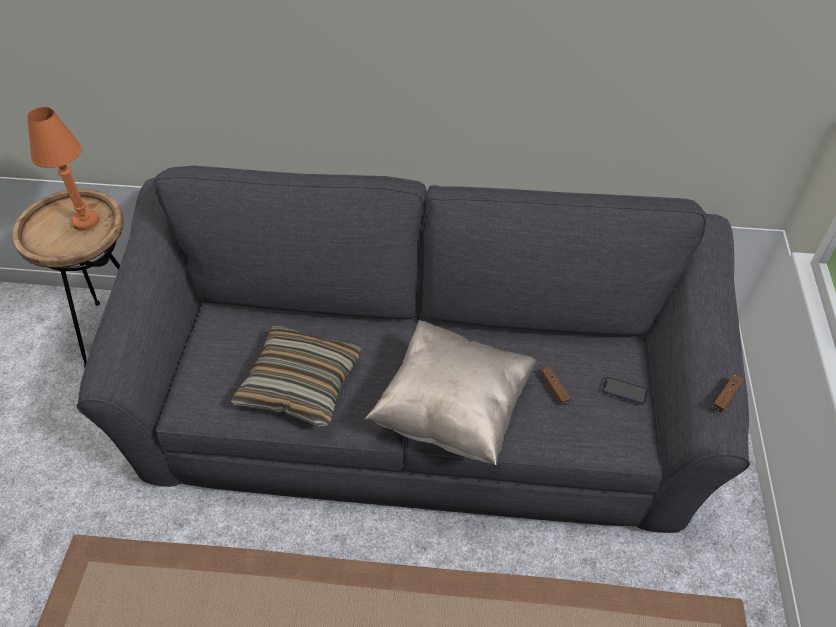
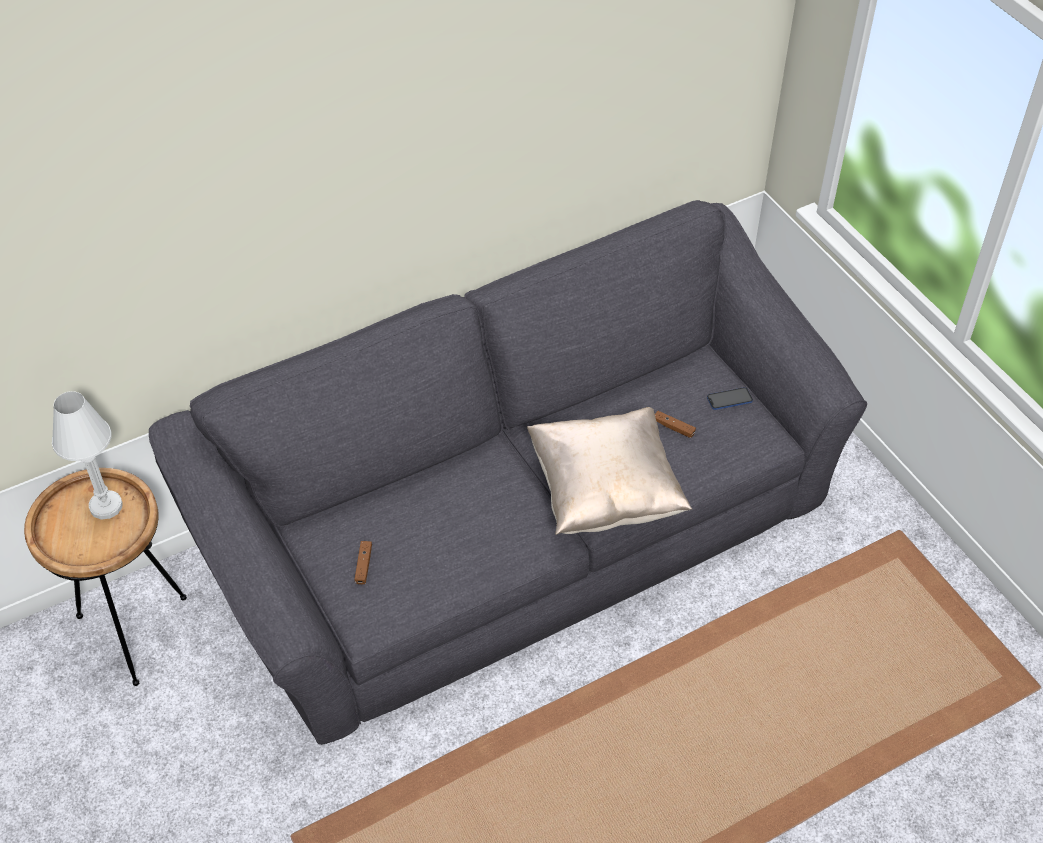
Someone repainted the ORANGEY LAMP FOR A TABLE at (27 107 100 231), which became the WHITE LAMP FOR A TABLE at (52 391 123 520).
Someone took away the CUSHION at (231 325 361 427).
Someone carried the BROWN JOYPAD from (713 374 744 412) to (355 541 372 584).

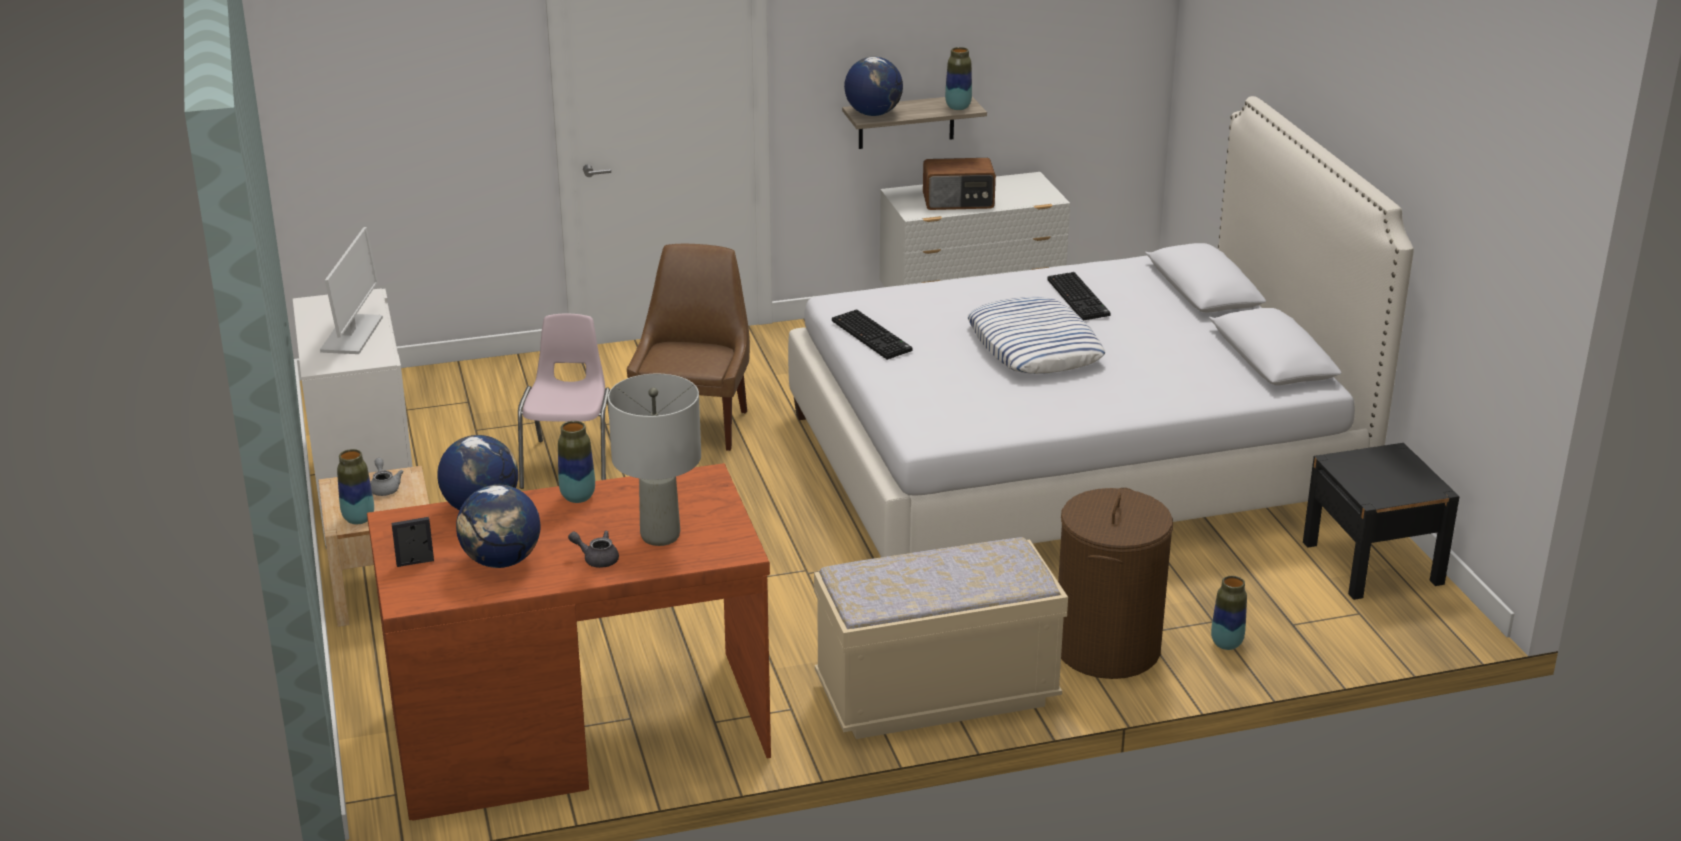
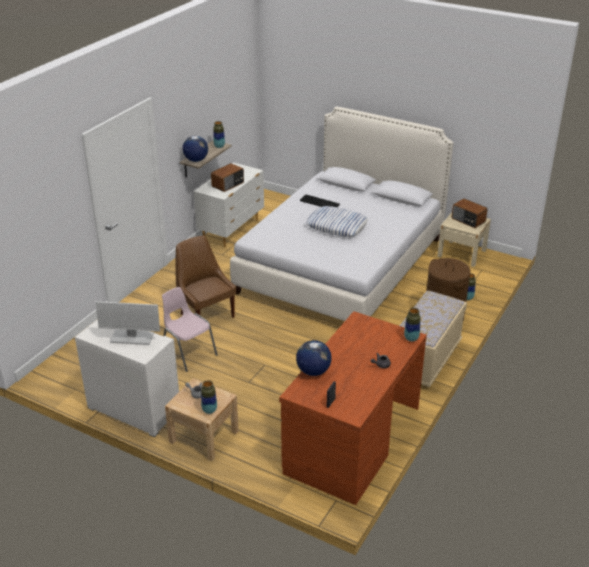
Someone rotated the MONITOR at (320 227 383 354) by 135 degrees clockwise.
Someone took away the KEYBOARD at (832 309 913 360).
Someone took away the GREY LAMP FOR A TABLE at (608 374 701 546).
Someone carried the DECORATIVE VASE from (558 421 595 503) to (404 308 421 342).
Someone repainted the BLACK BEDSIDE TABLE at (1303 443 1459 600), which became the BEIGE BEDSIDE TABLE at (437 212 491 267).
Someone took away the WORLD GLOBE at (456 485 541 568).
Someone put down the RADIO at (452 199 488 228).

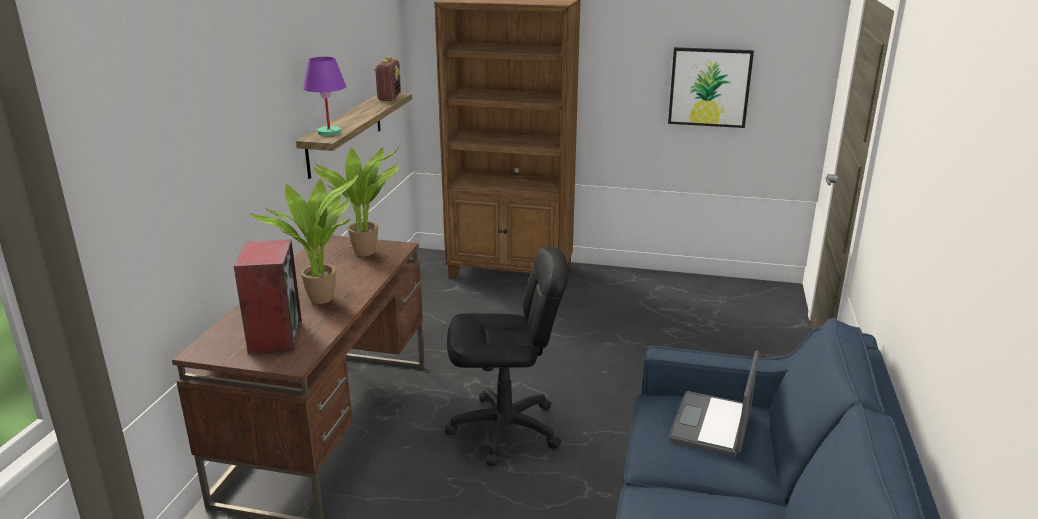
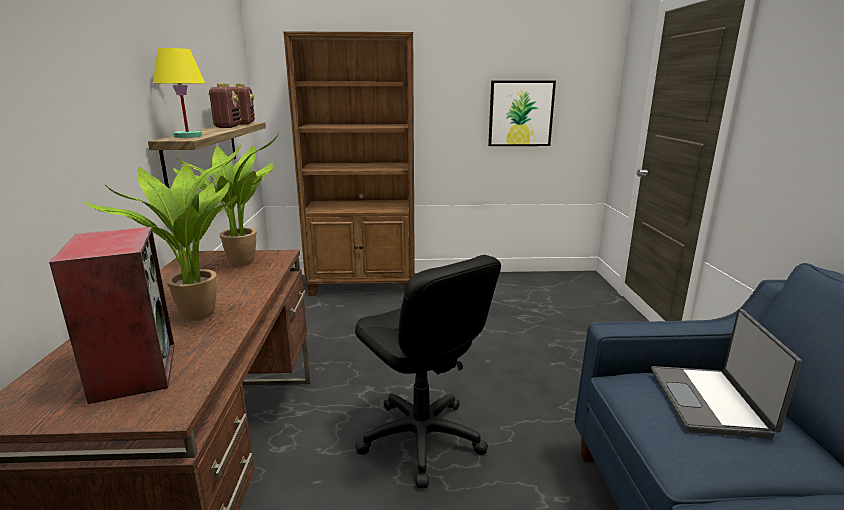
Someone repainted the PURPLISH LAMP FOR A TABLE at (303 57 346 136), which became the YELLOW LAMP FOR A TABLE at (153 48 205 138).
Someone rotated the BLACK OFFICE CHAIR at (445 247 568 466) by 75 degrees clockwise.
Someone put down the RADIO at (207 84 241 128).

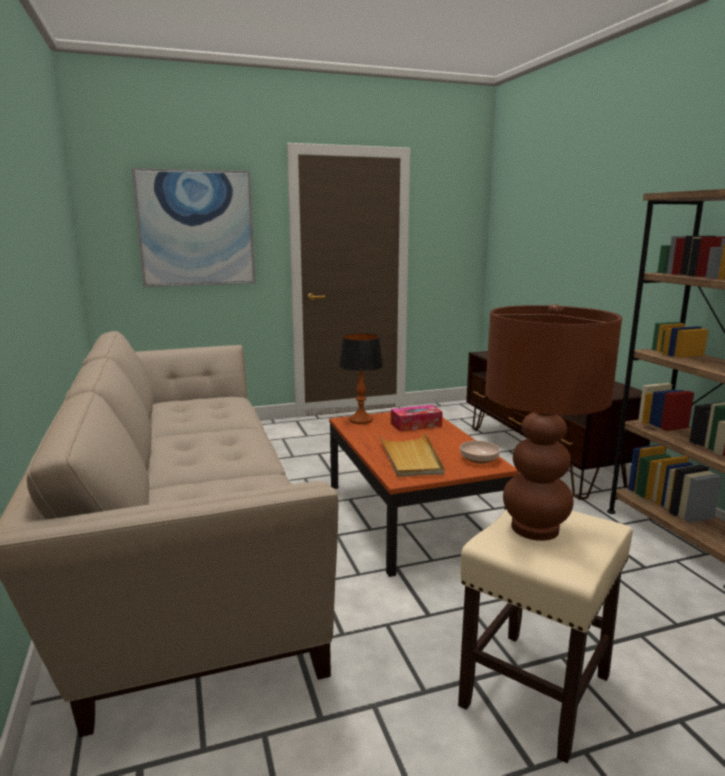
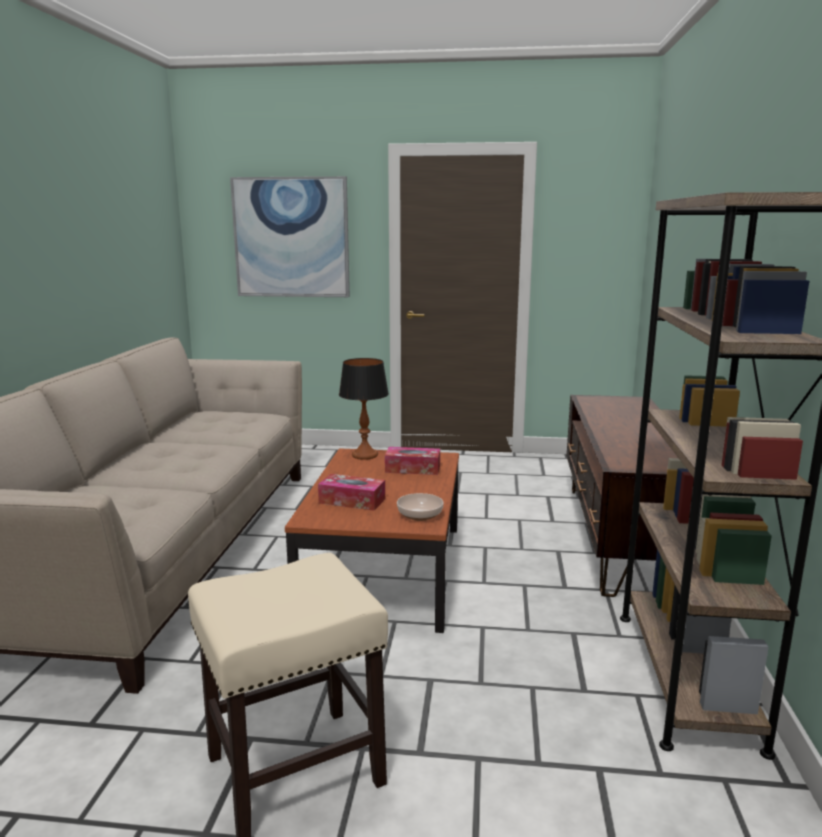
Someone took away the BROWN LAMP FOR A TABLE at (485 304 622 541).
Someone swapped the BEIGE SERVING TRAY at (379 433 444 477) for the TISSUE HOLDER at (318 474 385 511).

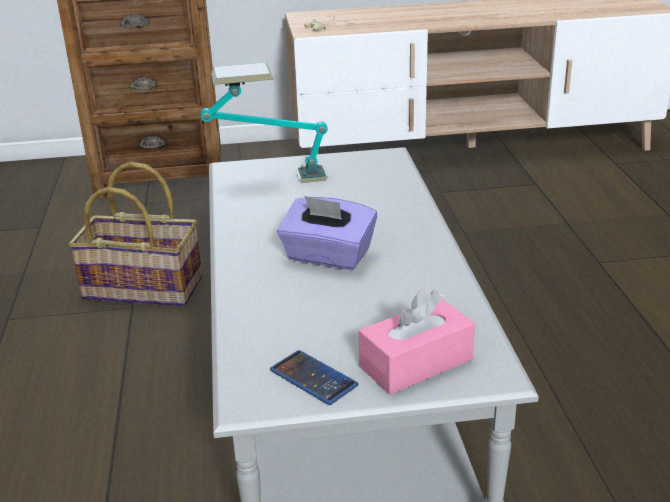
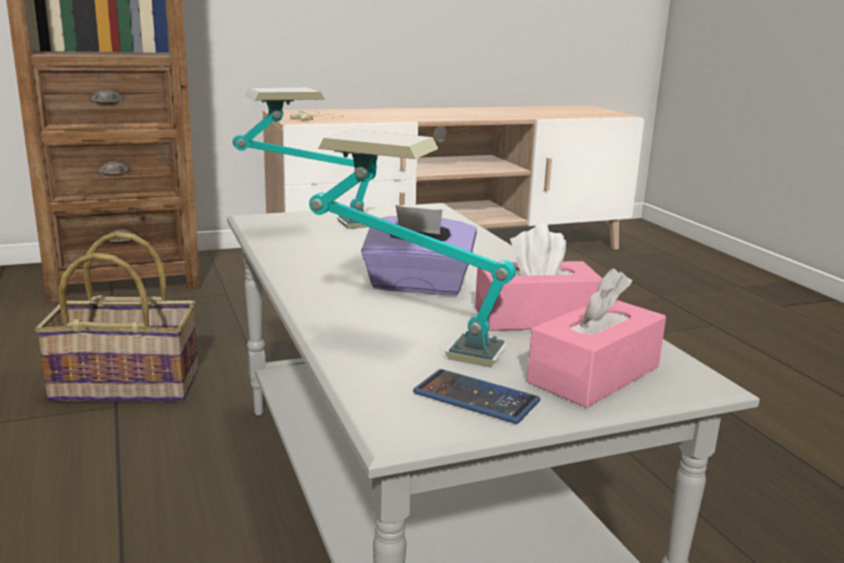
Someone put down the LAMP FOR A TABLE at (309 130 516 367).
Someone put down the PINKISH TISSUE HOLDER at (475 223 602 331).

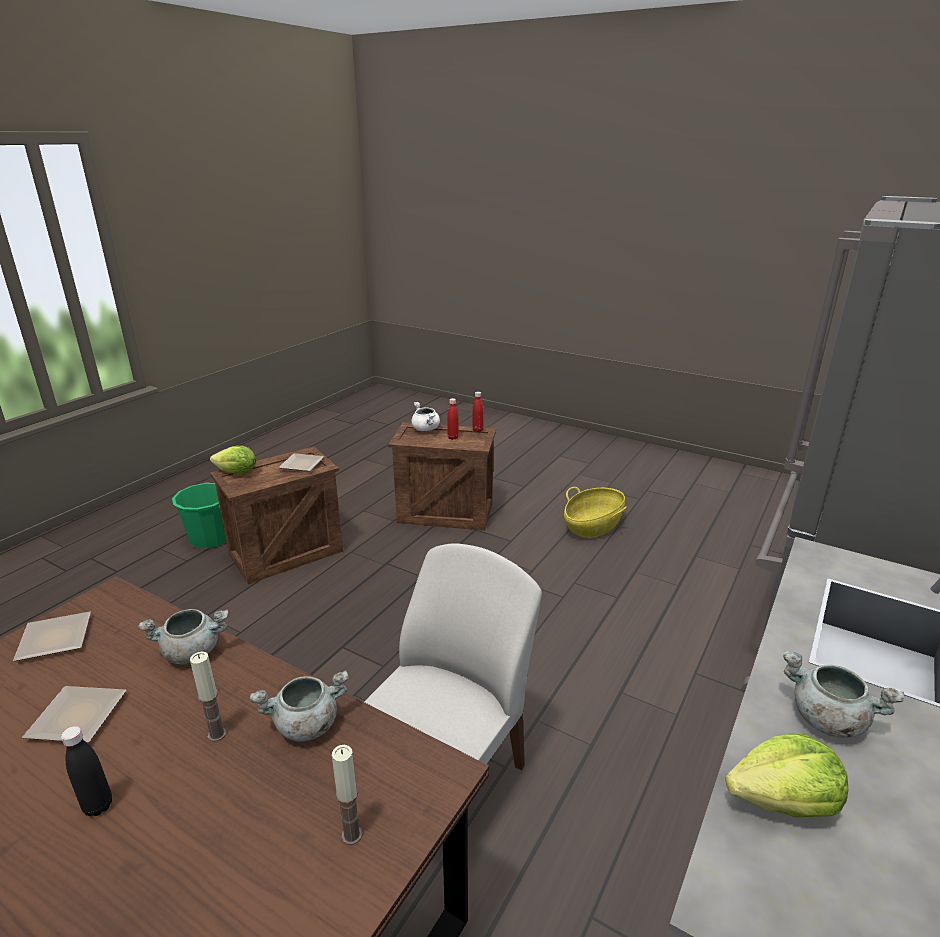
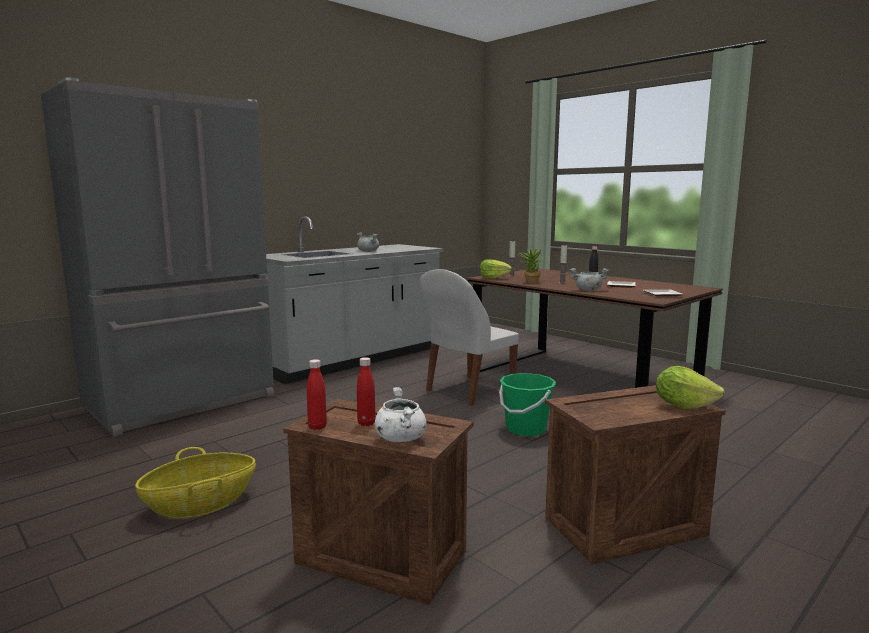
Someone took away the FLAT DISH at (279 453 324 471).
Someone carried the GREEN WATER BUCKET from (172 483 226 548) to (499 373 556 436).
Someone swapped the GREY COOKING POT at (250 670 349 742) for the HOUSEPLANT at (518 248 543 283).
Someone carried the LETTUCE HEAD from (725 733 848 817) to (480 259 512 279).

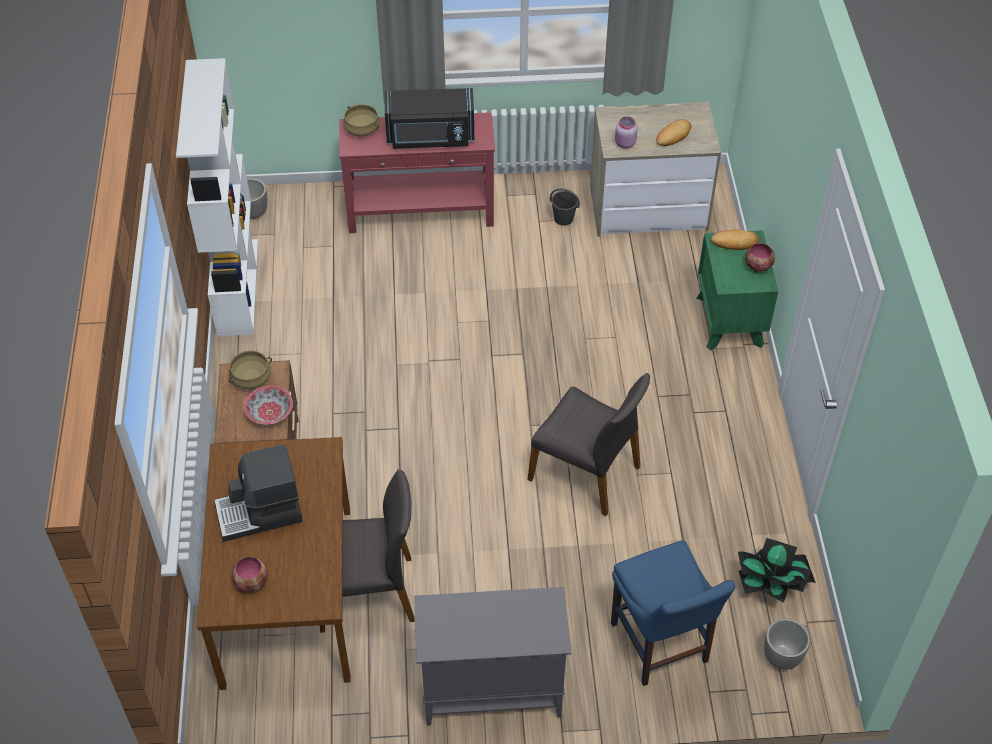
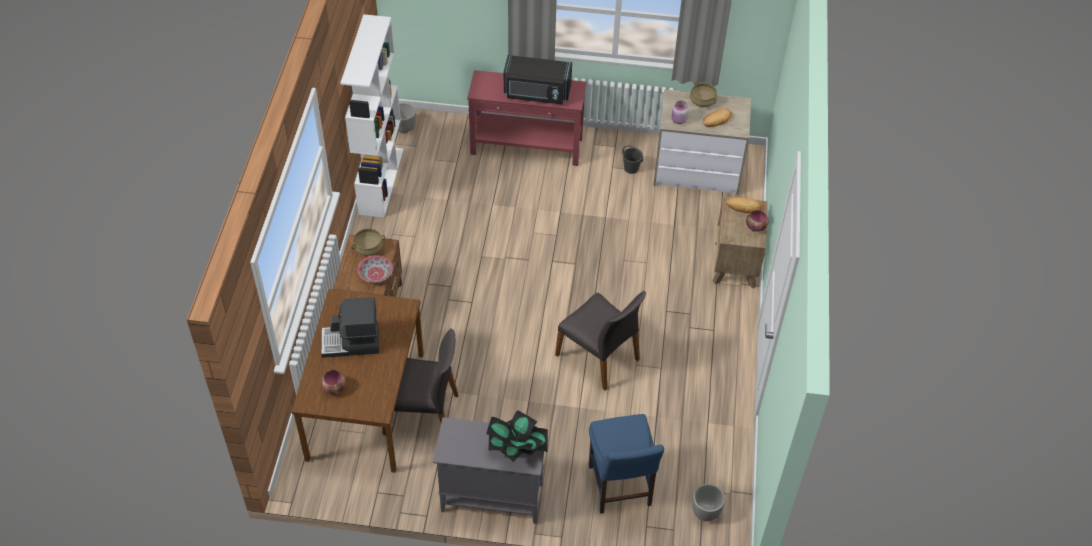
Someone carried the BEIGE COOKING POT from (343 104 380 136) to (690 83 717 107).
Someone repainted the GREEN BEDSIDE TABLE at (696 230 778 351), which became the BROWN BEDSIDE TABLE at (712 196 768 289).
Someone carried the HOUSEPLANT from (738 538 816 603) to (486 410 548 462).

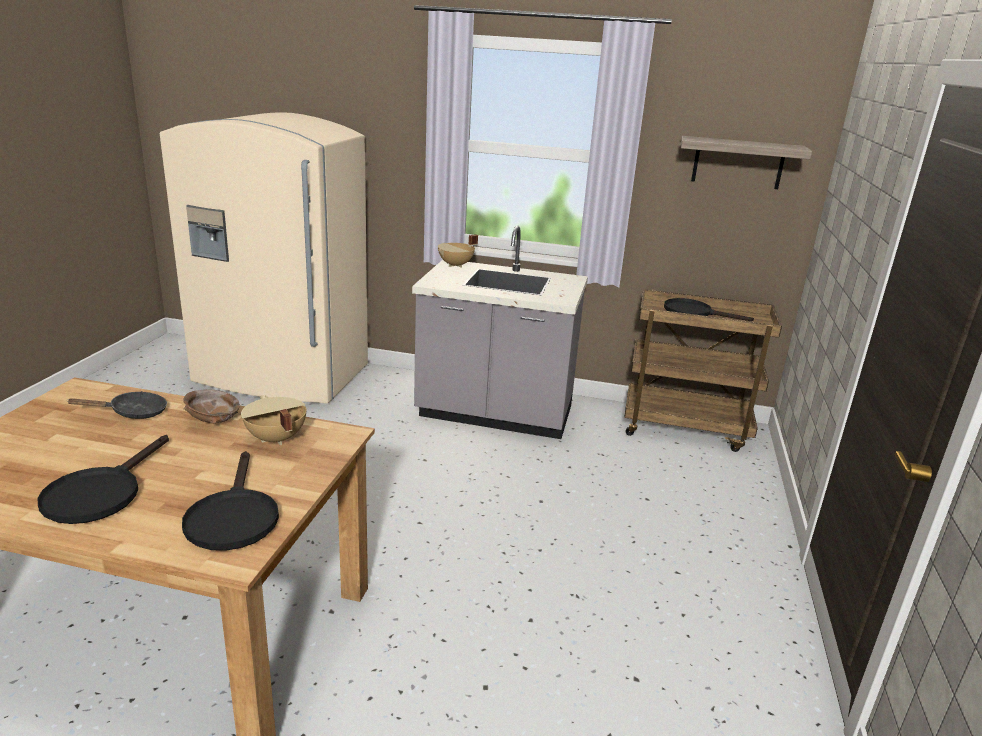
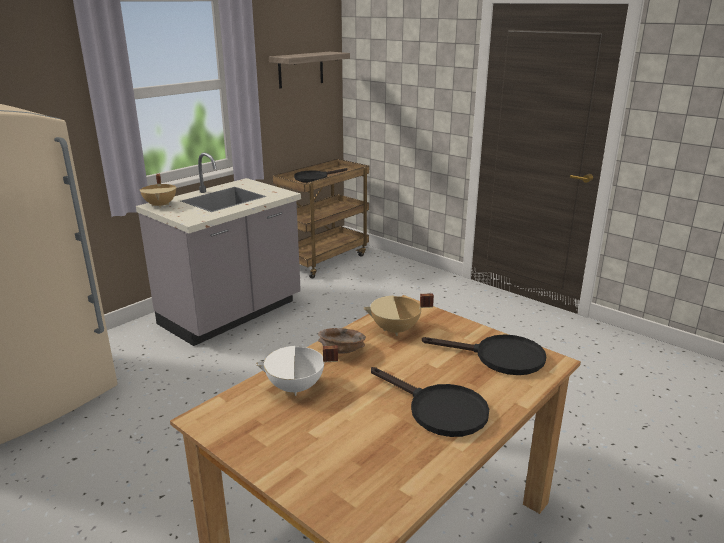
Someone swapped the BLACK SKILLET at (66 391 167 419) for the WHITE COOKING POT at (255 345 338 396).

